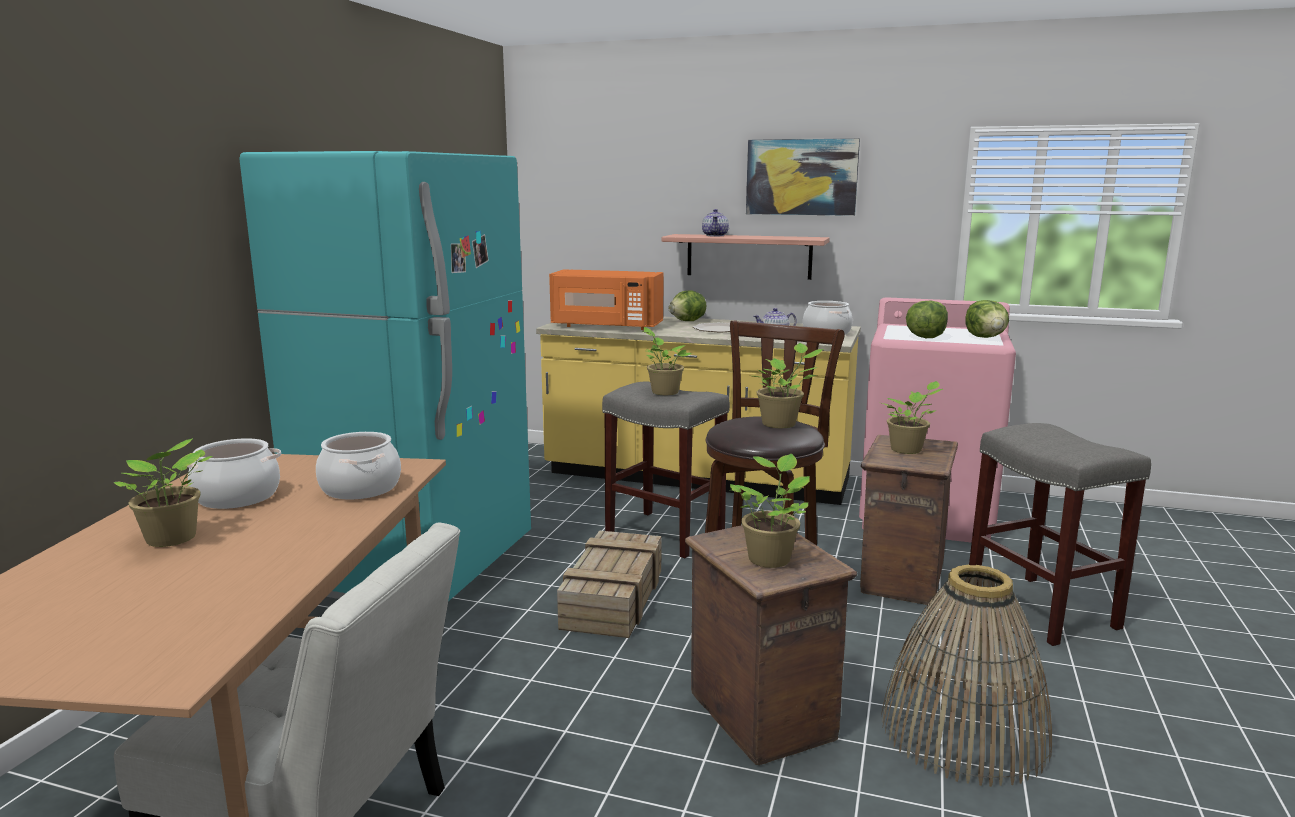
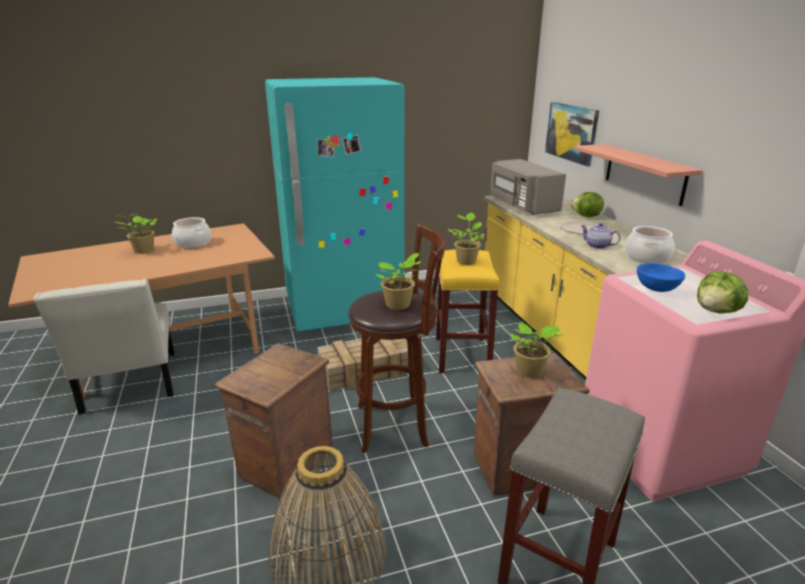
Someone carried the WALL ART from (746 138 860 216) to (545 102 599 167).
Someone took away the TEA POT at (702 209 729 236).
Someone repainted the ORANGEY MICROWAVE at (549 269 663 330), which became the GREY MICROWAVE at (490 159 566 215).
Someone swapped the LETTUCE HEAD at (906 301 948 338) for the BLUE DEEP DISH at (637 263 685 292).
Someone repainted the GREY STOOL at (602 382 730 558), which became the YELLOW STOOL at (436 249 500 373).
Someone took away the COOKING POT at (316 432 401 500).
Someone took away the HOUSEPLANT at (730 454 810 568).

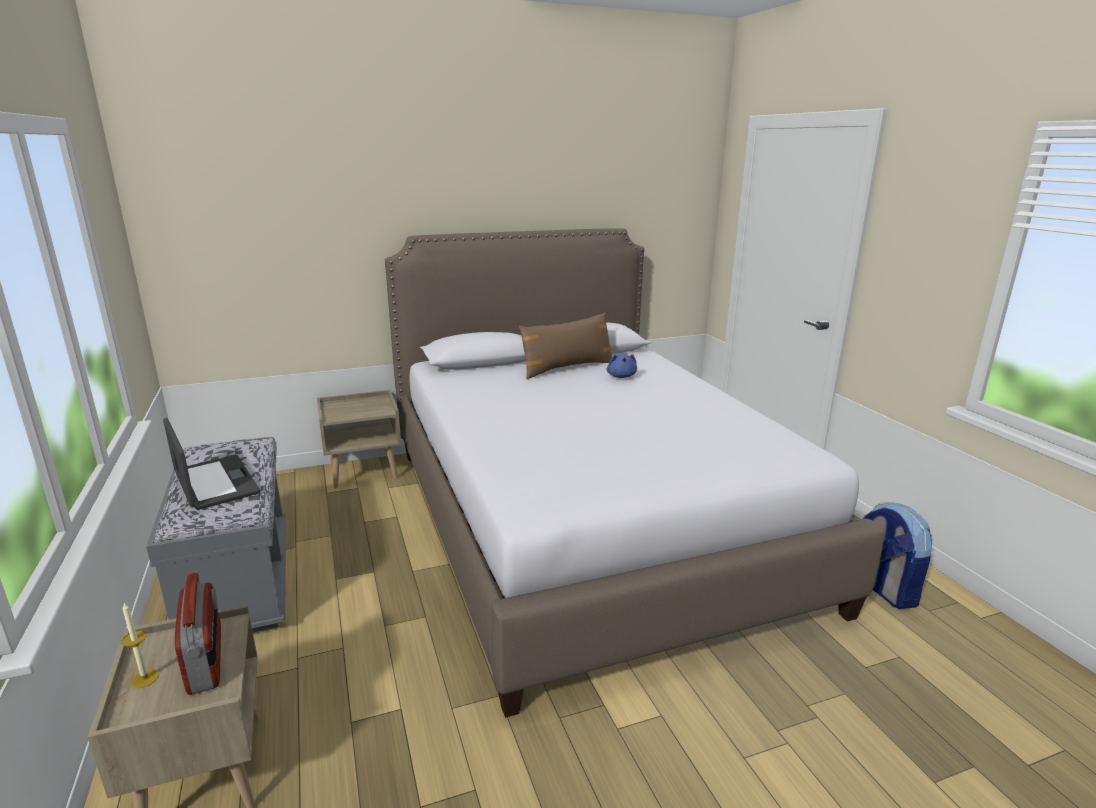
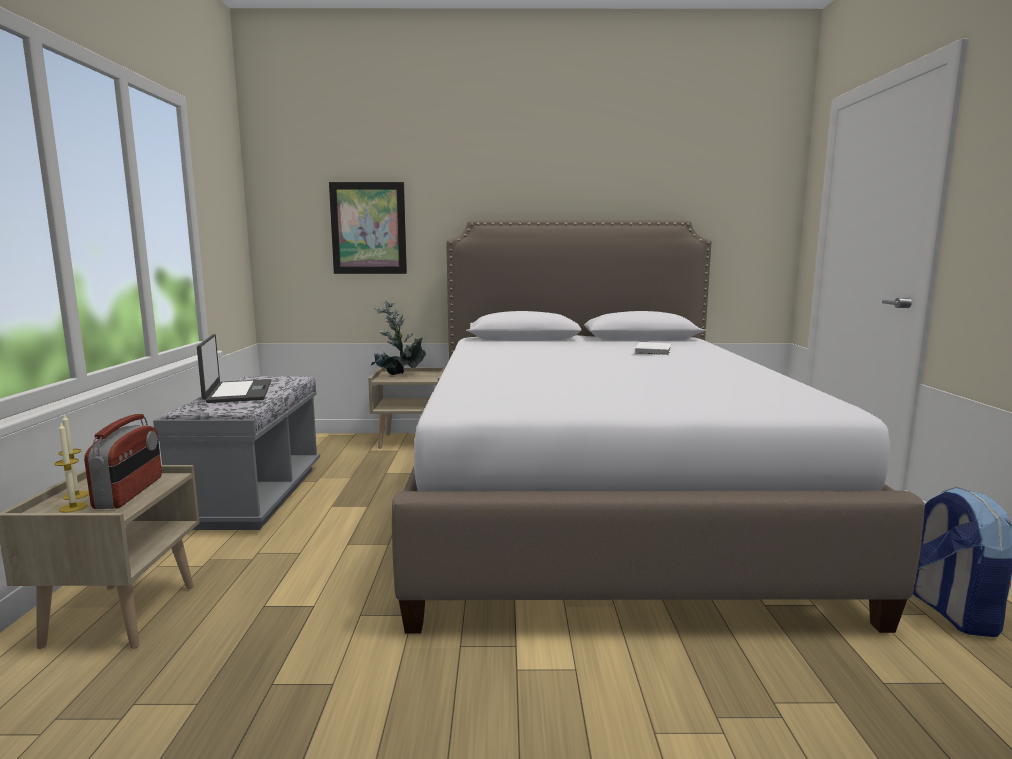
Someone took away the BROWN CUSHION at (519 312 612 379).
Someone swapped the BLUE SOFT TOY at (607 353 637 378) for the WHITE BOOK at (635 342 671 355).
Someone put up the WALL ART at (329 182 407 274).
Someone put down the HOUSEPLANT at (370 300 426 375).
Someone put down the WAX LIGHT at (55 423 87 513).

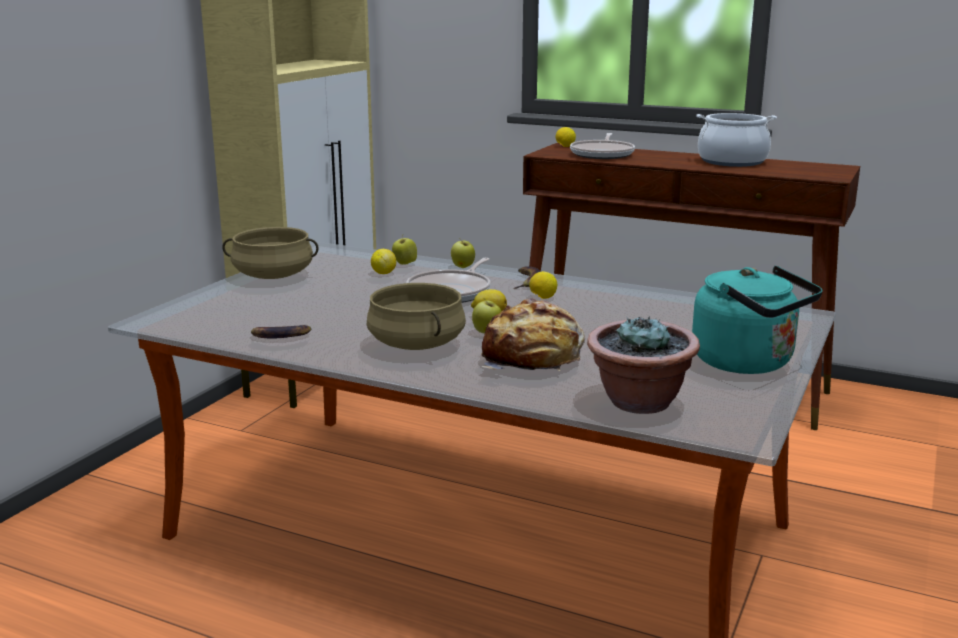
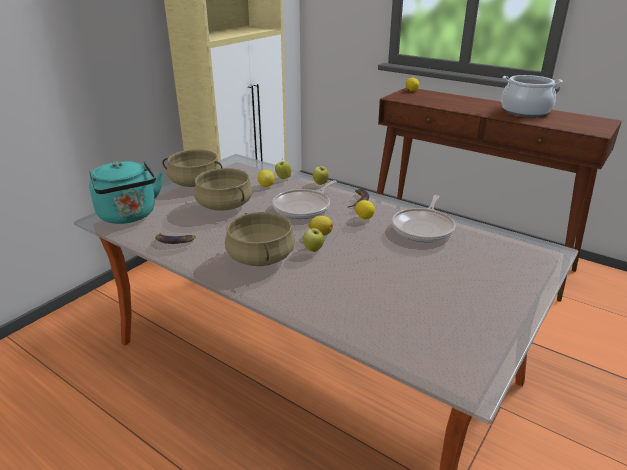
Someone carried the SKILLET from (570 133 635 159) to (392 195 456 242).
Someone carried the BLUE-GREEN WATER KETTLE from (692 266 823 374) to (89 160 163 224).
Someone took away the BAKED BREAD at (481 298 585 371).
Someone took away the HOUSEPLANT at (587 316 700 414).
Someone put down the BEIGE COOKING POT at (194 168 253 211).

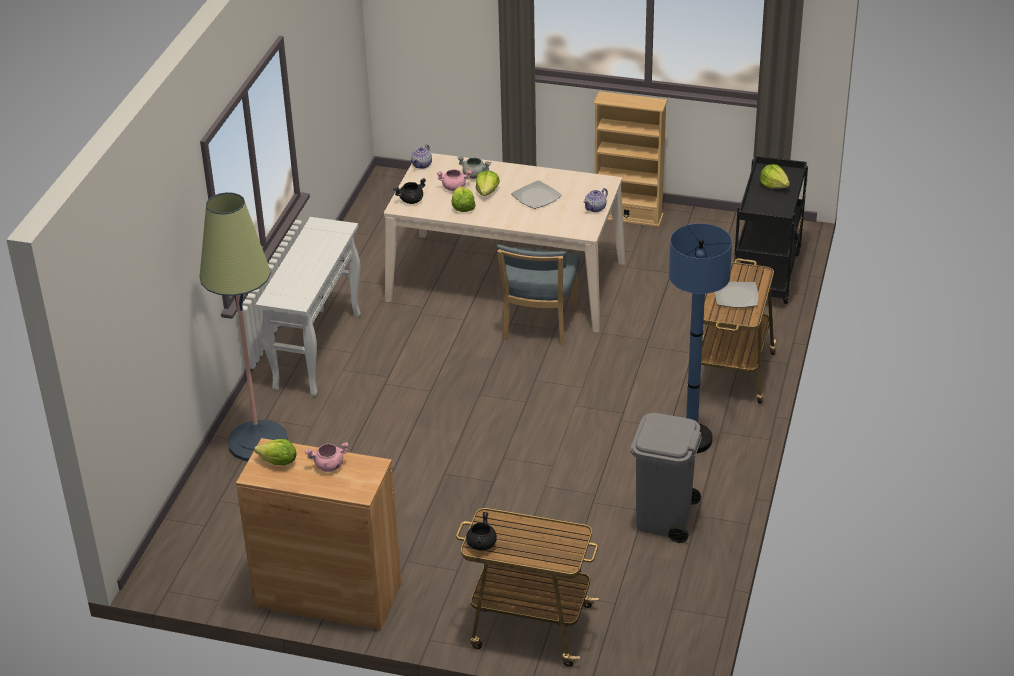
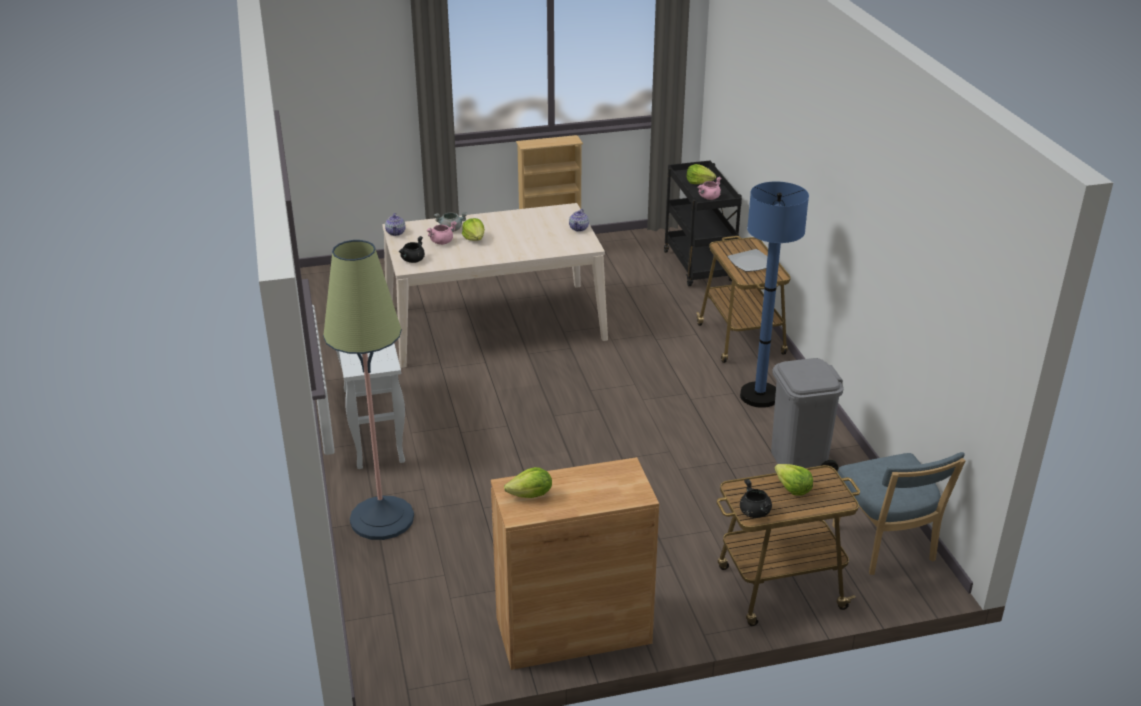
Someone took away the FLAT DISH at (511 180 562 209).
Someone carried the LETTUCE HEAD from (452 186 476 212) to (774 464 813 496).
Someone carried the BLUE CHAIR from (497 244 580 346) to (832 452 966 575).
Someone carried the PINKISH COOKING POT from (304 442 348 472) to (697 177 722 200).

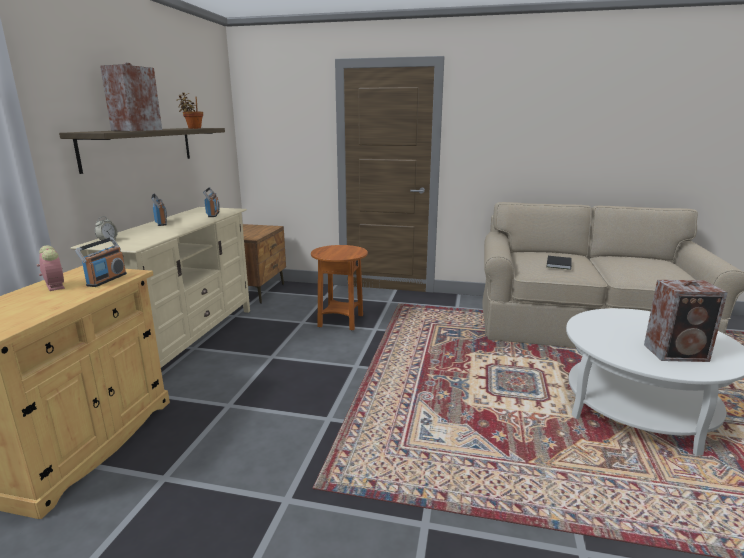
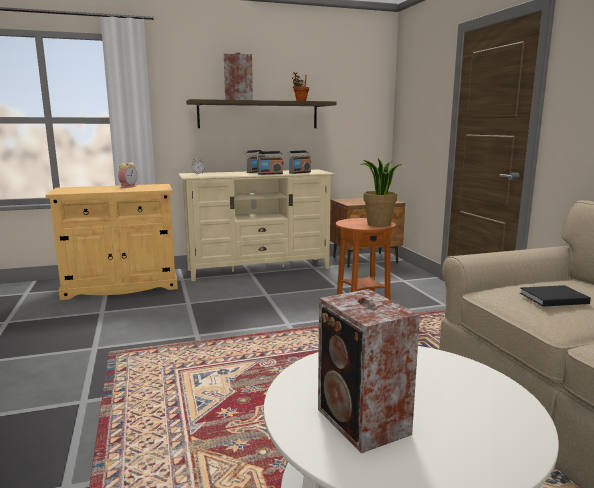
Someone carried the RADIO from (75 237 127 287) to (256 151 283 175).
Someone put down the HOUSEPLANT at (360 159 402 227).

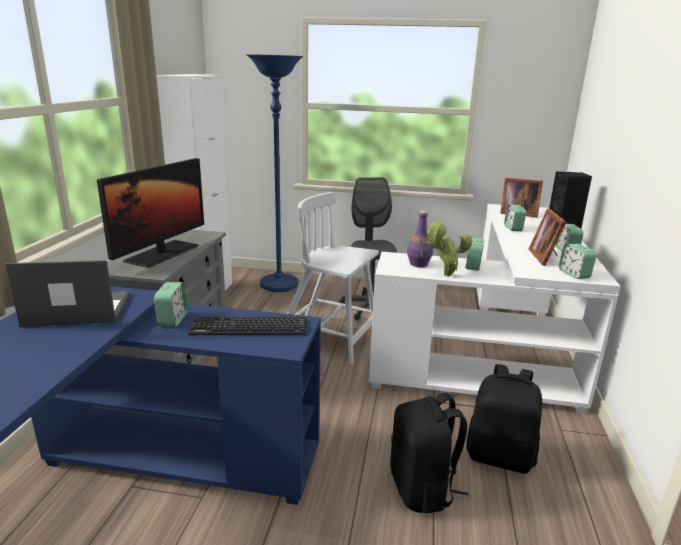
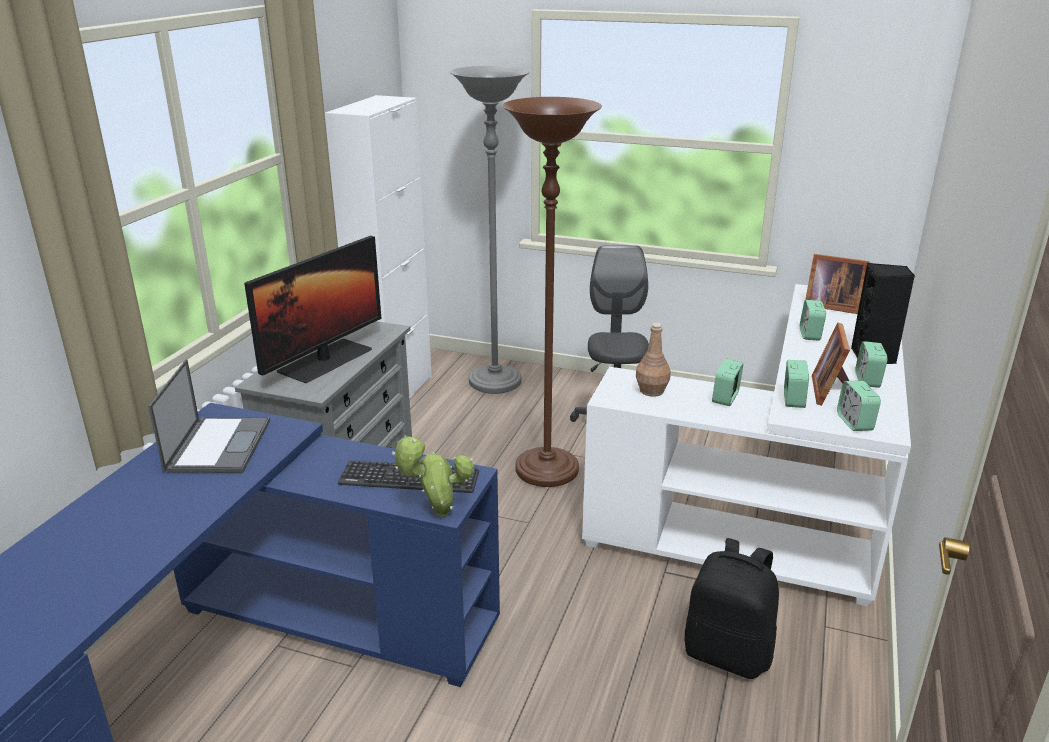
Someone repainted the BLUE STANDING LAMP at (246 54 304 292), which became the GREY STANDING LAMP at (450 66 530 394).
Someone swapped the WHITE CHAIR at (287 192 379 364) for the BROWN STANDING LAMP at (502 97 602 487).
Someone repainted the PURPLISH DRINK BOTTLE at (407 211 433 267), which became the BROWN DRINK BOTTLE at (636 323 671 397).
Someone carried the HOUSEPLANT from (427 222 473 276) to (392 435 474 517).
Someone rotated the PORTABLE COMPUTER at (5 260 130 327) by 90 degrees clockwise.
Someone carried the ALARM CLOCK from (154 282 188 326) to (784 360 809 408).
Someone took away the BLACK BACKPACK at (391 393 468 513).

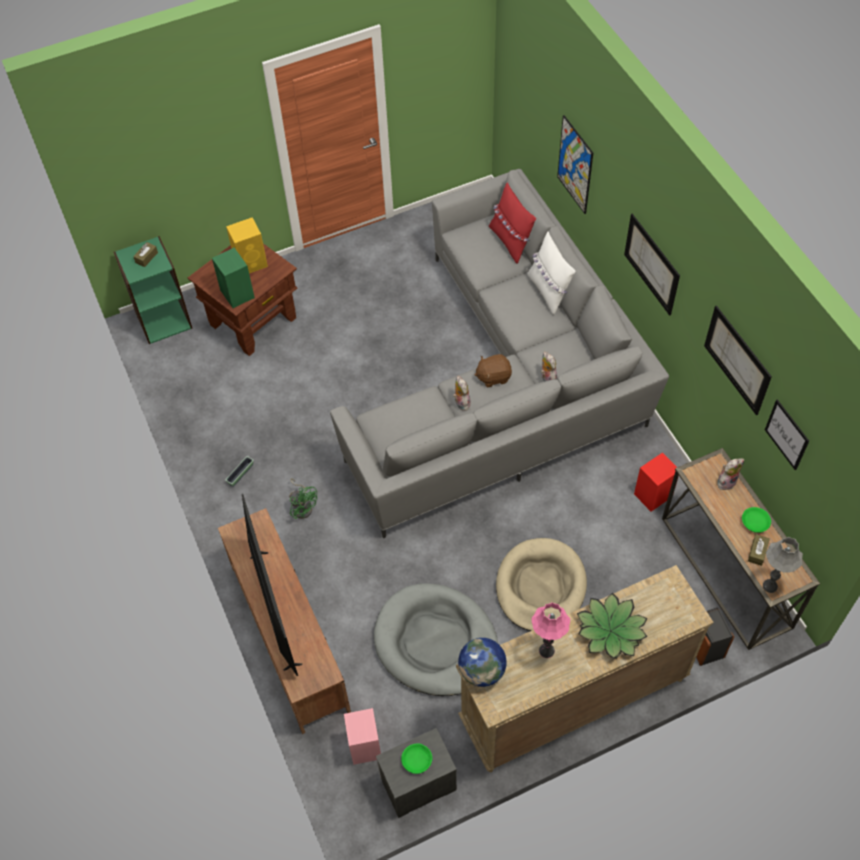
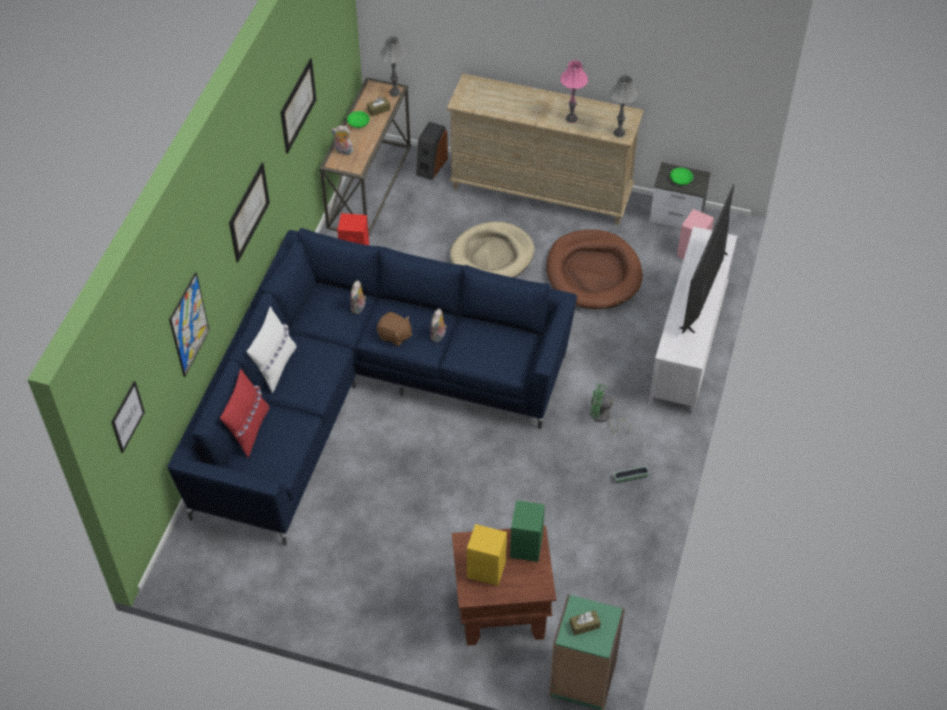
Someone repainted the GREY SETTEE at (330 169 669 538), which became the BLUE SETTEE at (167 228 577 546).
Someone carried the WALL ART from (765 399 809 470) to (111 381 145 453).
Someone rotated the GREEN ELECTRIC FAN at (289 479 317 519) by 75 degrees counterclockwise.
Someone repainted the BROWN TV STAND at (218 508 351 734), which became the WHITE TV STAND at (649 226 737 415).
Someone repainted the GREY DOG CUSHION at (374 583 498 696), which became the BROWN DOG CUSHION at (546 229 643 309).
Someone took away the HOUSEPLANT at (577 593 648 659).
Someone swapped the WORLD GLOBE at (458 638 507 687) for the GREY LAMP FOR A TABLE at (609 74 638 137).

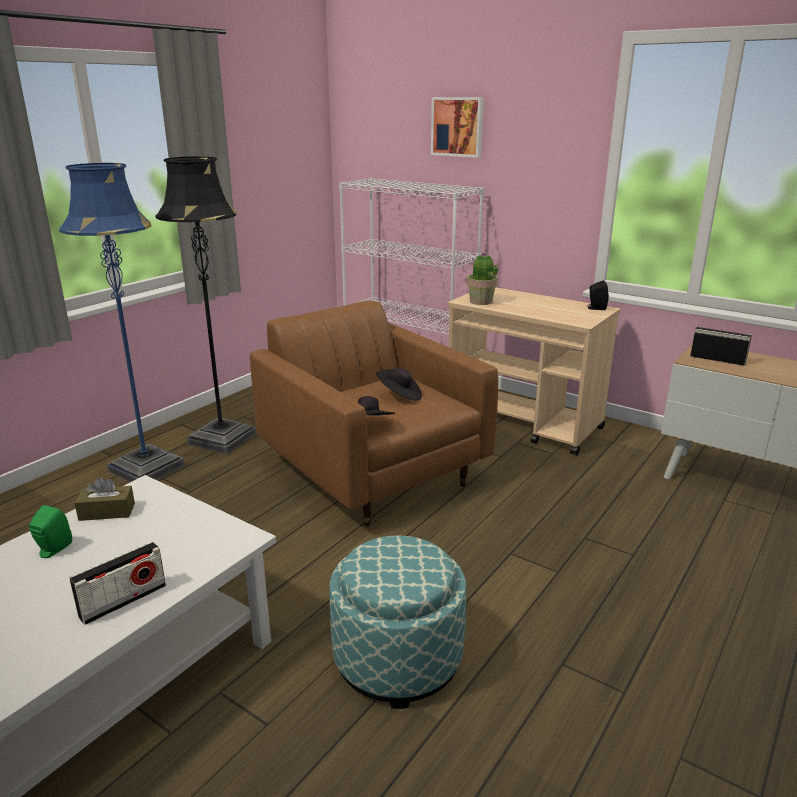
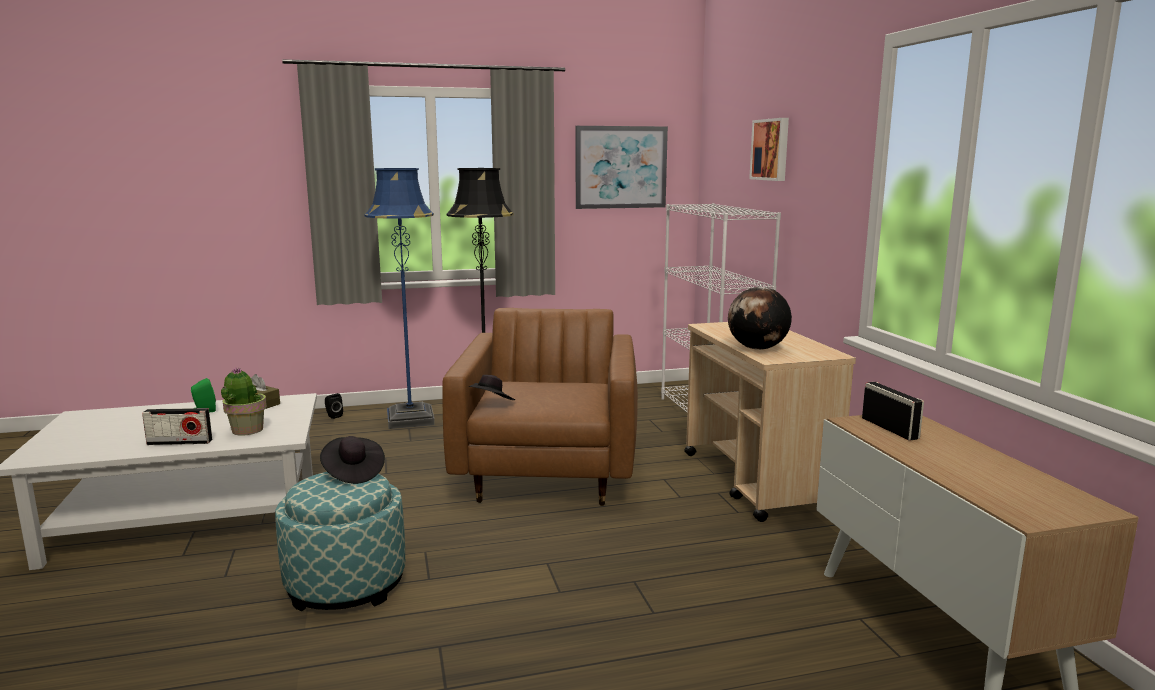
Someone carried the HOUSEPLANT from (467 252 498 305) to (221 368 267 435).
Someone carried the BLACK AUDIO SPEAKER from (587 280 609 310) to (325 393 343 419).
Someone carried the BLACK WEARABLE HAT from (376 367 422 401) to (320 436 385 484).
Someone put up the WALL ART at (576 126 668 209).
Someone put down the WORLD GLOBE at (728 287 792 350).

